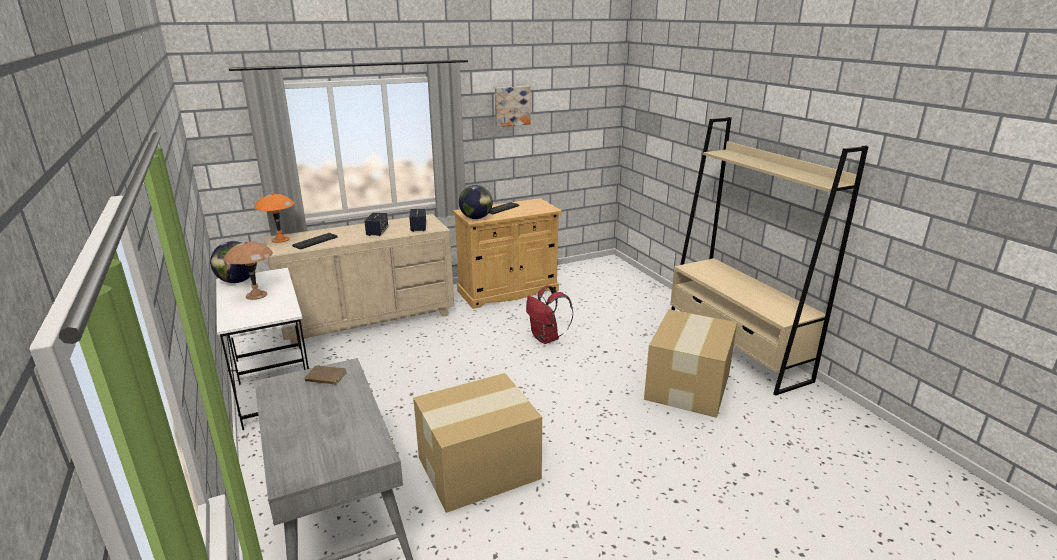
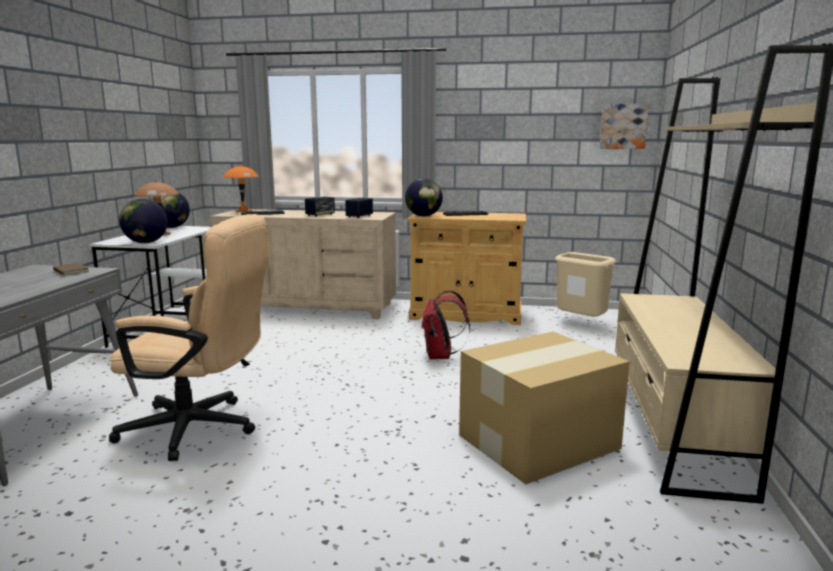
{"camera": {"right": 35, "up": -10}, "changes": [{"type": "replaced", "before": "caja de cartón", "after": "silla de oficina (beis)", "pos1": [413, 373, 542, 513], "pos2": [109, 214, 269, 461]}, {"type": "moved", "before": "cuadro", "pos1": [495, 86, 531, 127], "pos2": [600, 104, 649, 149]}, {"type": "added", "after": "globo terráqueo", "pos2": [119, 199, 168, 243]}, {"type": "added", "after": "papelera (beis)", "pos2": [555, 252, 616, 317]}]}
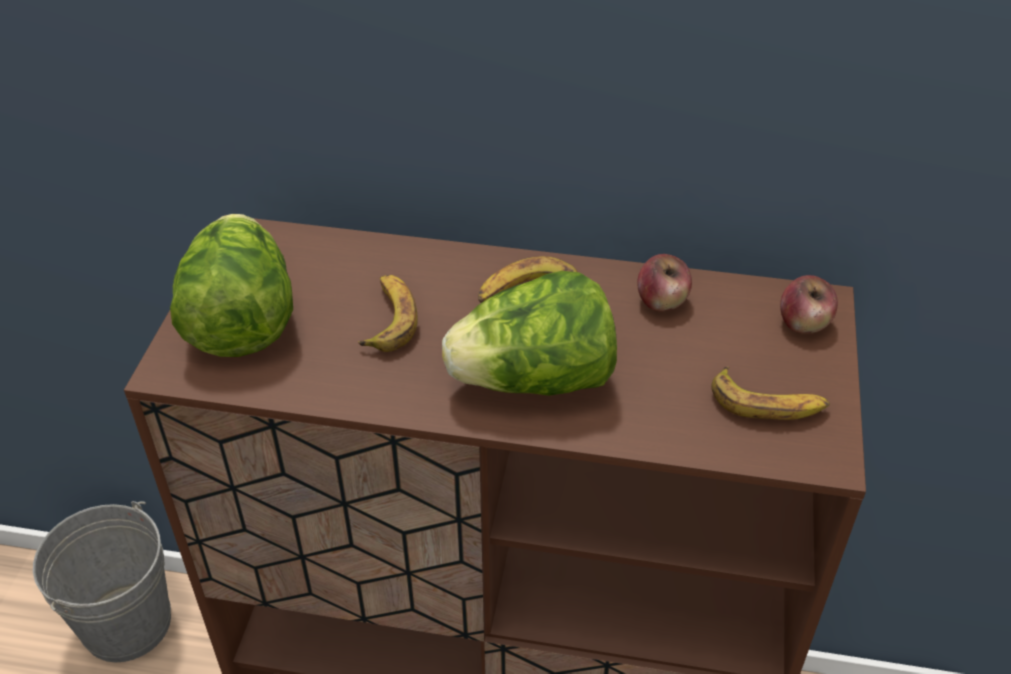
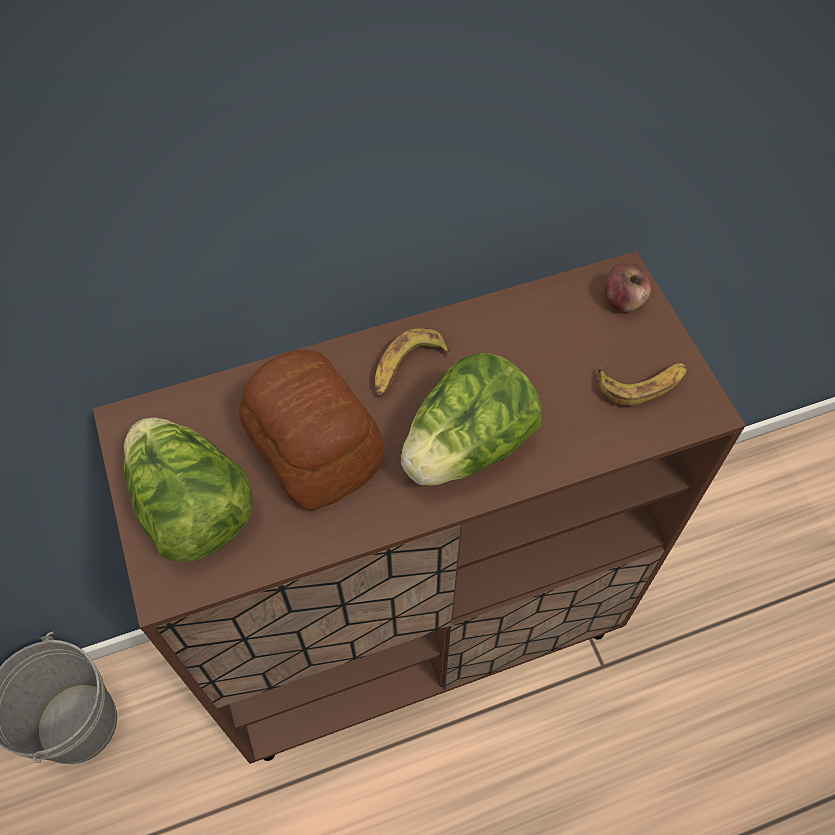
{"camera": {"right": -30, "up": 15}, "changes": [{"type": "replaced", "before": "plátano", "after": "pan", "pos1": [358, 275, 418, 352], "pos2": [239, 350, 384, 510]}, {"type": "removed", "before": "manzana", "pos1": [637, 254, 692, 312]}]}
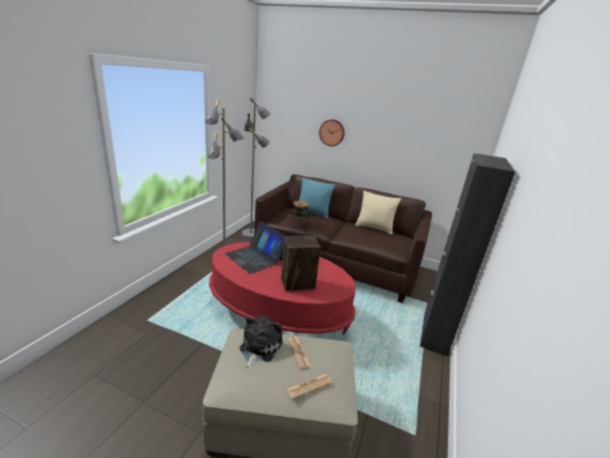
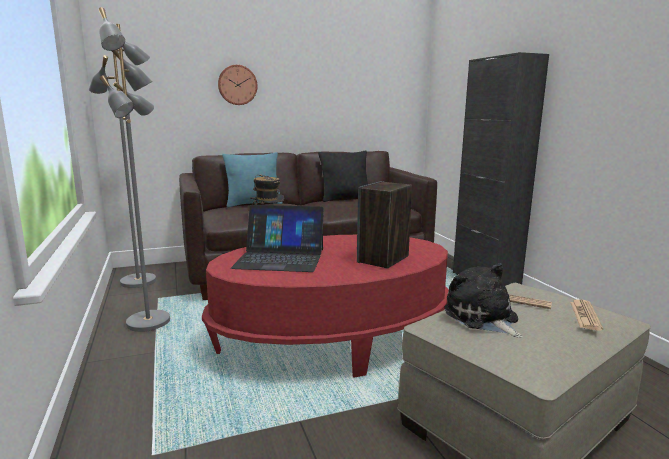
{"camera": {"right": -40, "up": -10}, "changes": [{"type": "recoloured", "before": "cojín (beis)", "after": "cojín (negro)", "pos1": [355, 191, 401, 234], "pos2": [318, 150, 368, 202]}]}
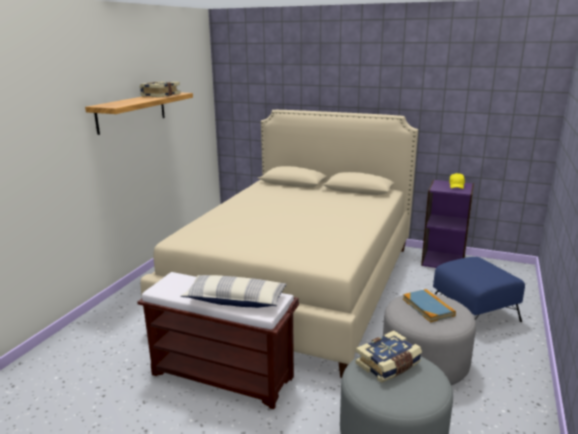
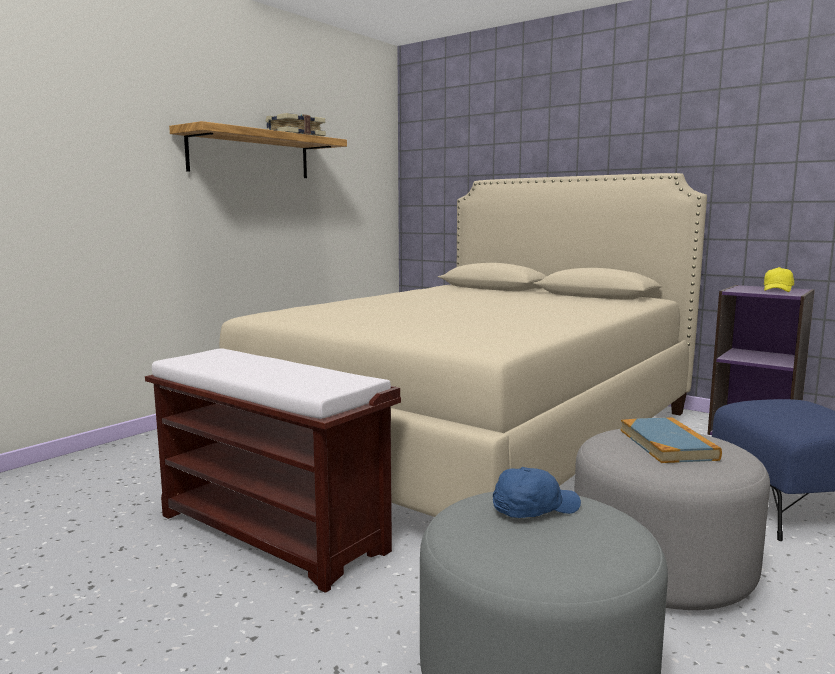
{"camera": {"right": 15, "up": -10}, "changes": [{"type": "removed", "before": "cojín", "pos1": [180, 275, 287, 308]}, {"type": "replaced", "before": "libro", "after": "gorra (azul)", "pos1": [355, 330, 422, 383], "pos2": [493, 467, 581, 518]}]}
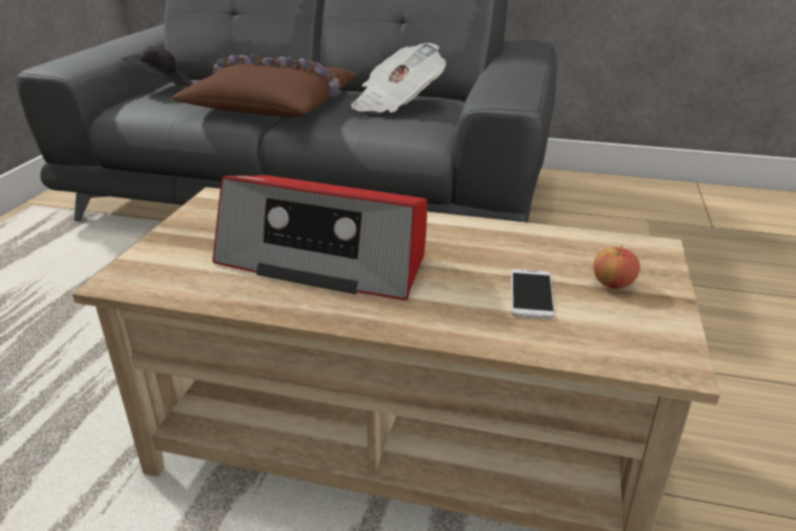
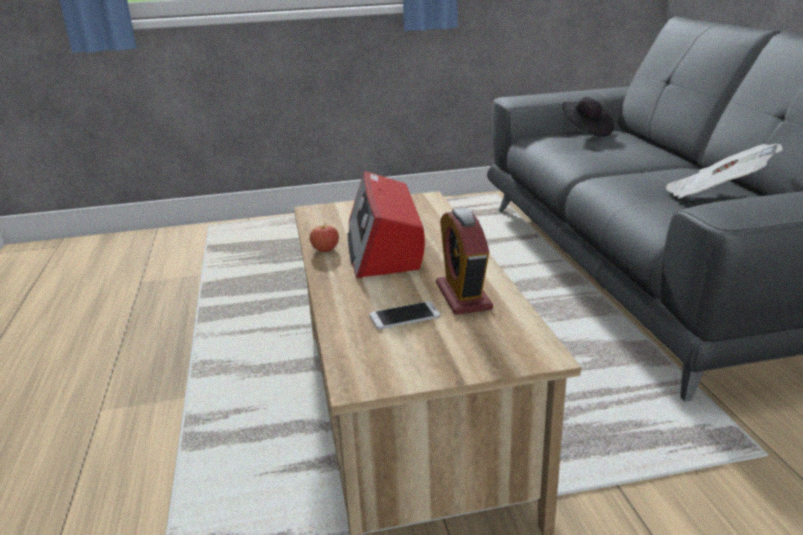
{"camera": {"right": 65, "up": -5}, "changes": [{"type": "removed", "before": "cojín (marrón)", "pos1": [171, 55, 358, 117]}, {"type": "moved", "before": "manzana", "pos1": [593, 245, 640, 289], "pos2": [310, 223, 339, 252]}, {"type": "added", "after": "despertador", "pos2": [436, 207, 493, 315]}]}
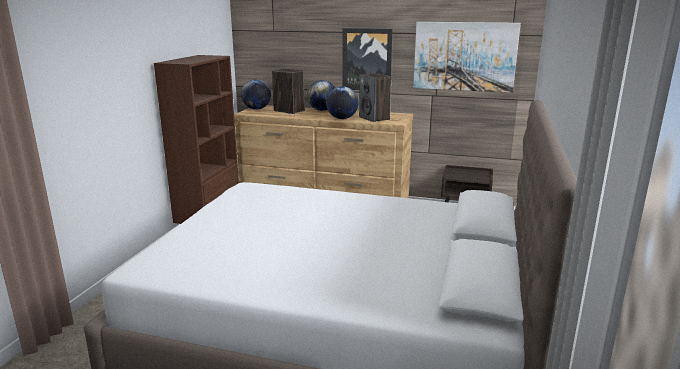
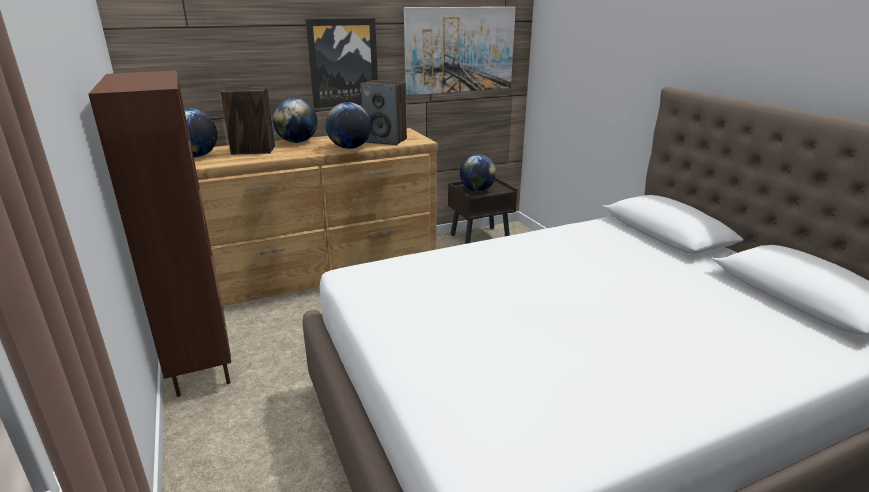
{"camera": {"right": -40, "up": 5}, "changes": [{"type": "added", "after": "globo terráqueo", "pos2": [460, 154, 497, 191]}]}
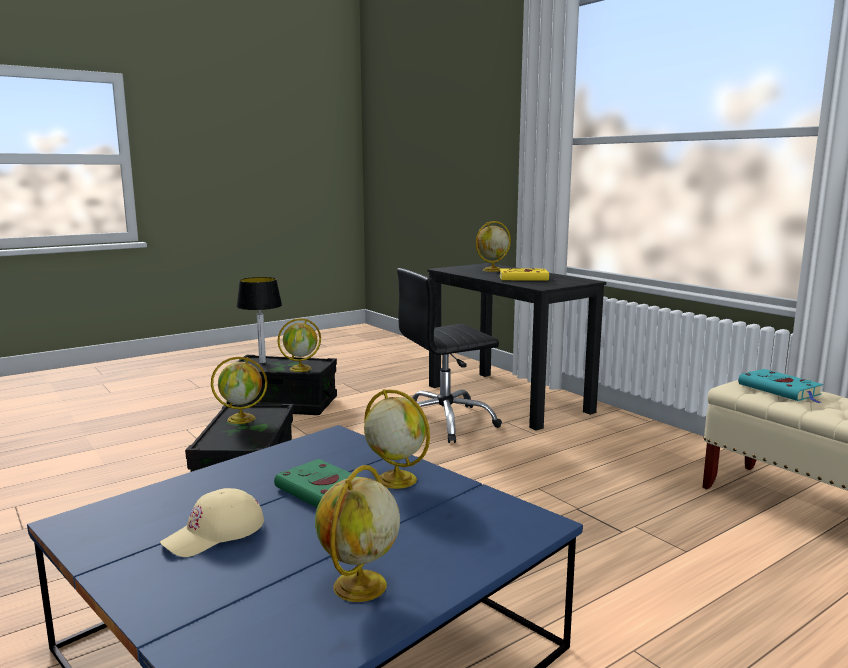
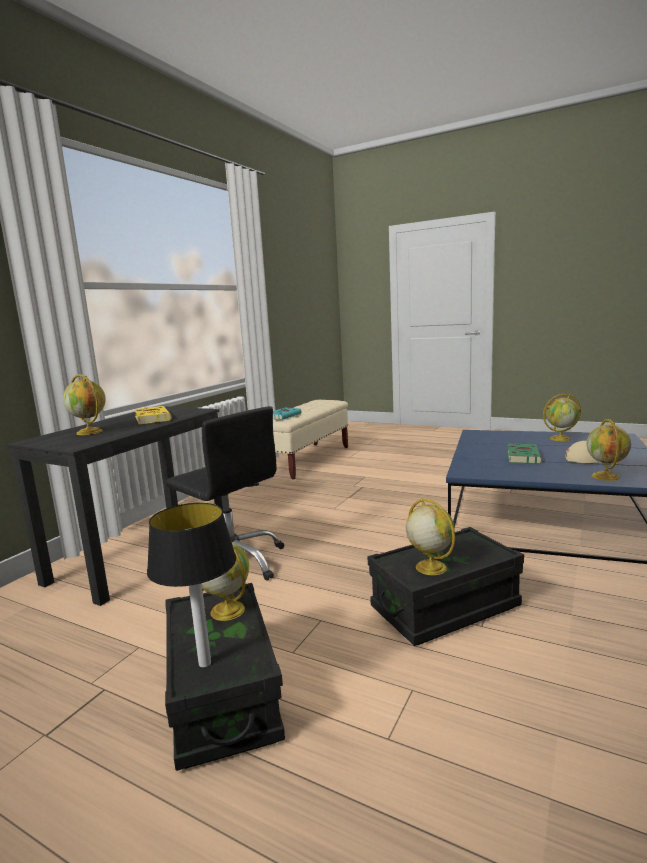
{"camera": {"right": -115, "up": 0}, "changes": [{"type": "moved", "before": "globo terráqueo", "pos1": [364, 389, 430, 489], "pos2": [587, 419, 631, 481]}]}
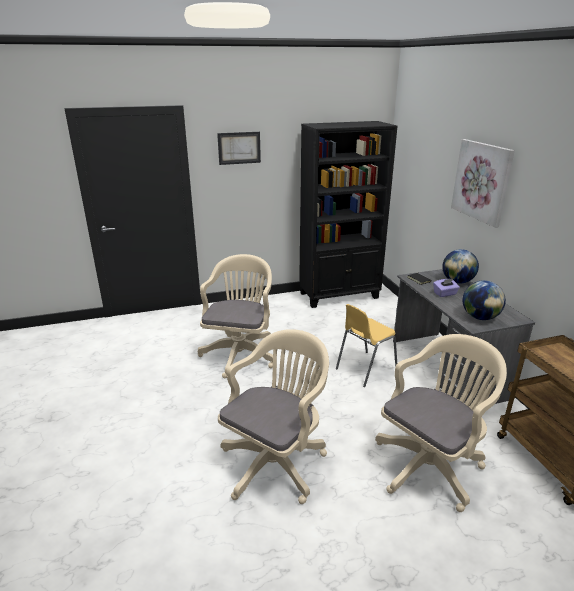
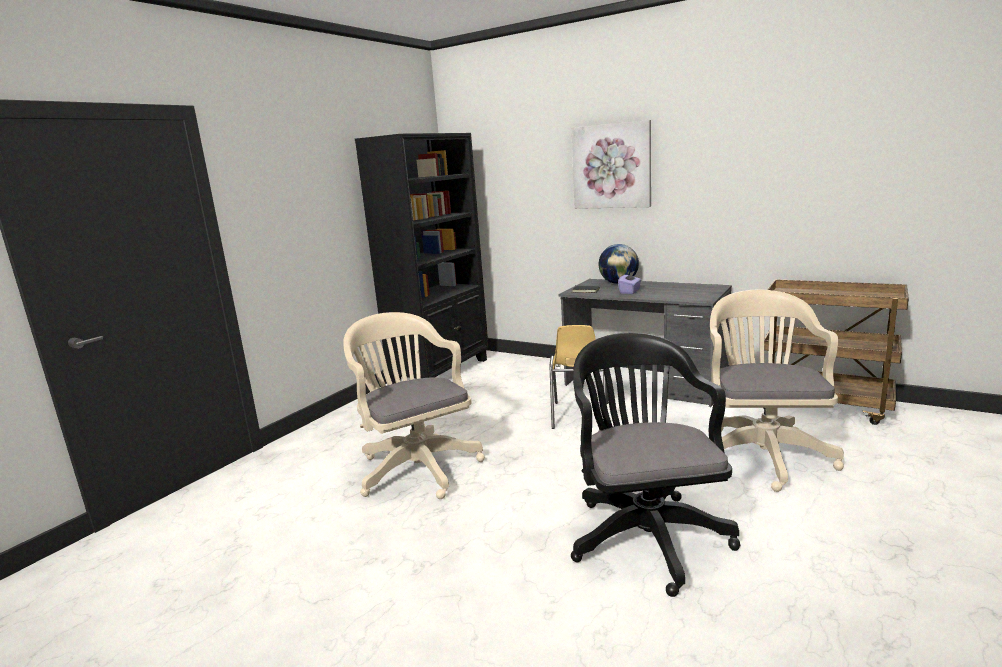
{"camera": {"right": -40, "up": -10}, "changes": [{"type": "removed", "before": "cuadro", "pos1": [217, 132, 261, 165]}, {"type": "recoloured", "before": "silla de oficina (beis)", "after": "silla de oficina (negro)", "pos1": [218, 329, 329, 504], "pos2": [571, 333, 740, 597]}, {"type": "removed", "before": "globo terráqueo", "pos1": [463, 280, 506, 320]}]}
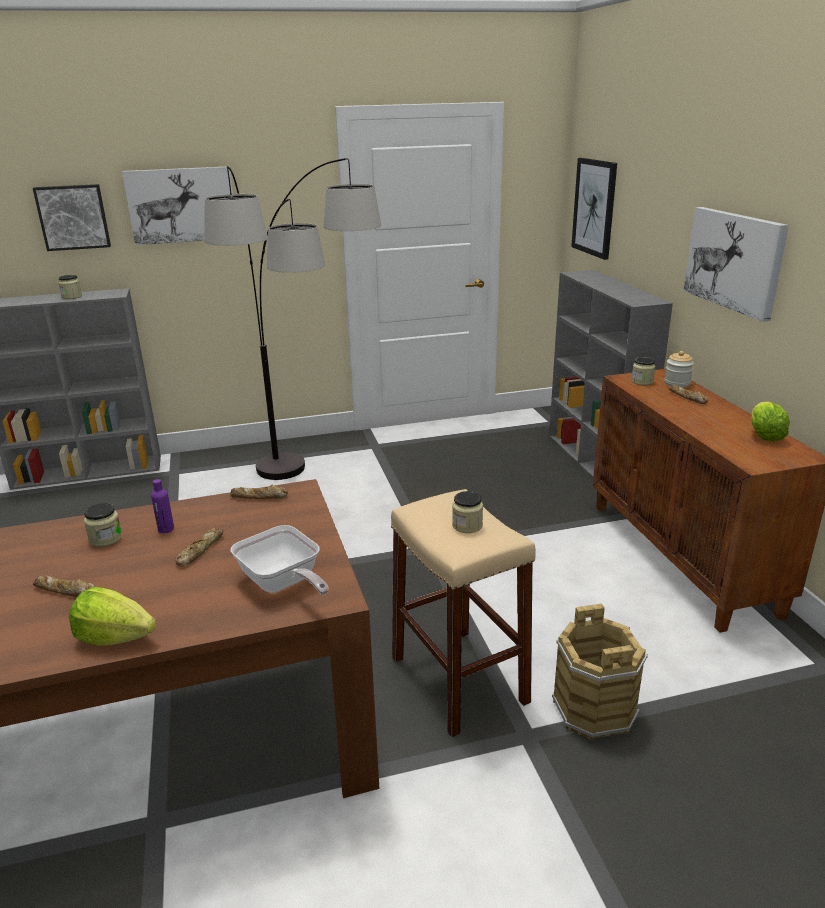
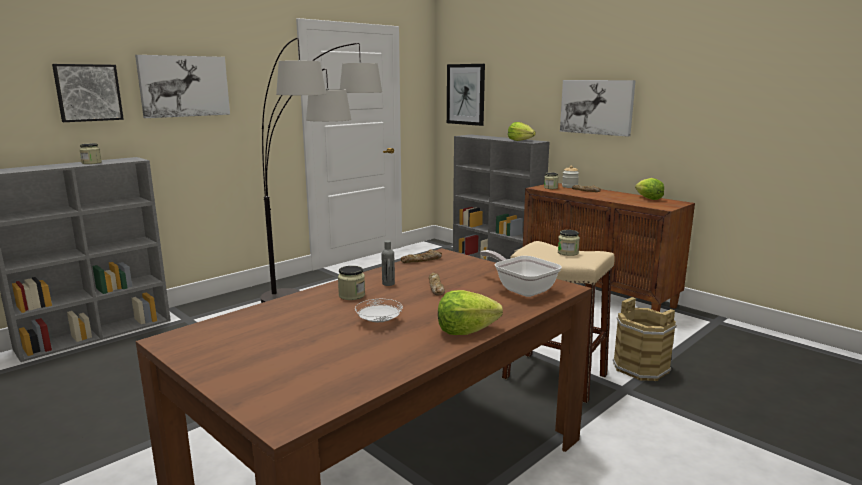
{"camera": {"right": -30, "up": -10}, "changes": [{"type": "replaced", "before": "pan", "after": "plato (blanco)", "pos1": [33, 575, 95, 597], "pos2": [355, 299, 403, 322]}, {"type": "recoloured", "before": "botella (morado)", "after": "botella (gris)", "pos1": [151, 479, 174, 533], "pos2": [382, 241, 395, 286]}, {"type": "turned", "before": "sartén", "pos1": [230, 525, 329, 595], "pos2": [480, 250, 562, 297], "turn": -150}, {"type": "added", "after": "lechuga", "pos2": [508, 122, 536, 141]}]}
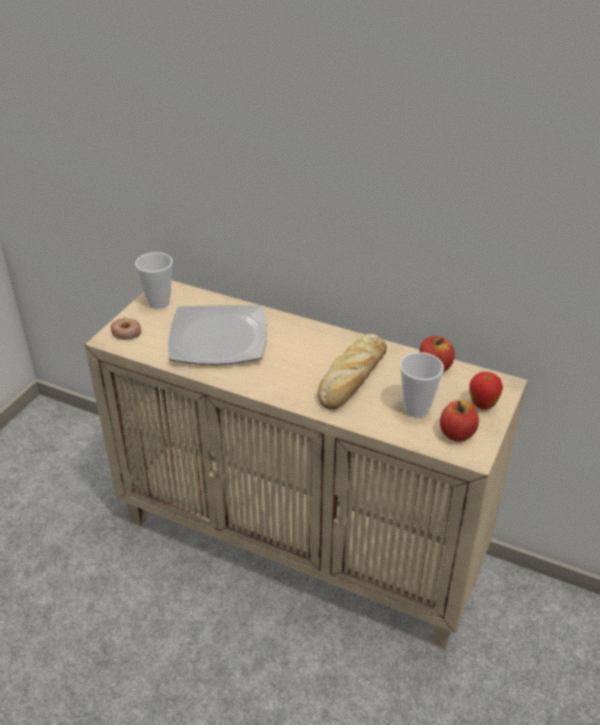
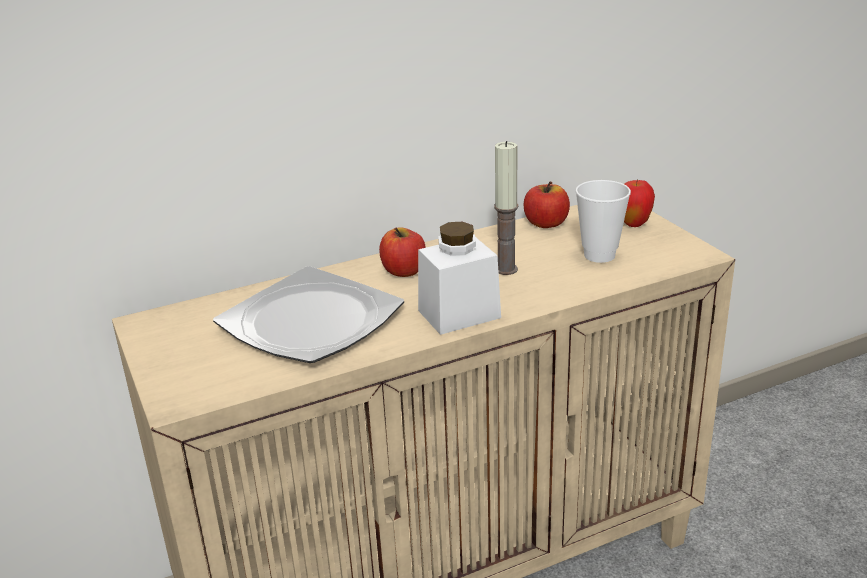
{"camera": {"right": -50, "up": -10}, "changes": [{"type": "removed", "before": "rosquilla", "pos1": [111, 318, 141, 340]}, {"type": "removed", "before": "taza", "pos1": [135, 252, 173, 309]}, {"type": "replaced", "before": "pan", "after": "vela", "pos1": [318, 333, 387, 409], "pos2": [494, 141, 519, 275]}, {"type": "moved", "before": "manzana", "pos1": [440, 400, 479, 442], "pos2": [379, 228, 426, 277]}, {"type": "added", "after": "tarro (blanco)", "pos2": [418, 222, 501, 335]}]}
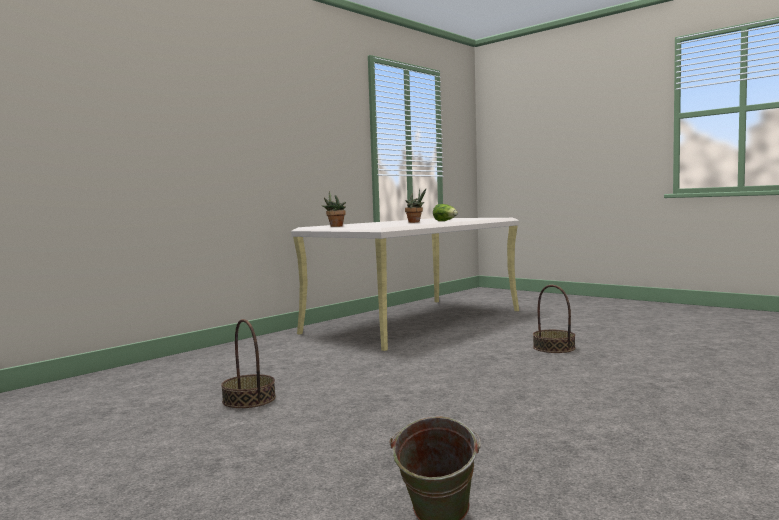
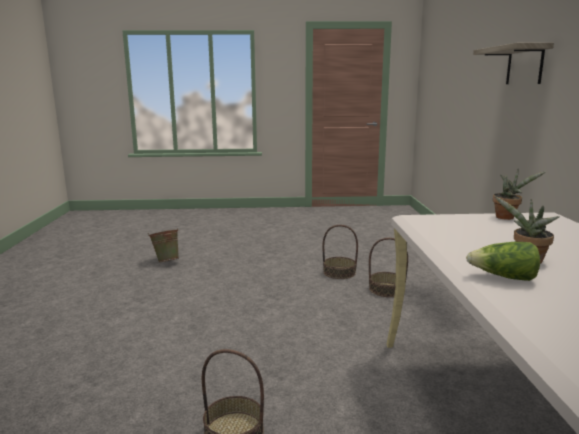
{"camera": {"right": 135, "up": 10}, "changes": [{"type": "added", "after": "cesta", "pos2": [369, 238, 408, 297]}, {"type": "added", "after": "estante", "pos2": [473, 43, 554, 84]}]}
